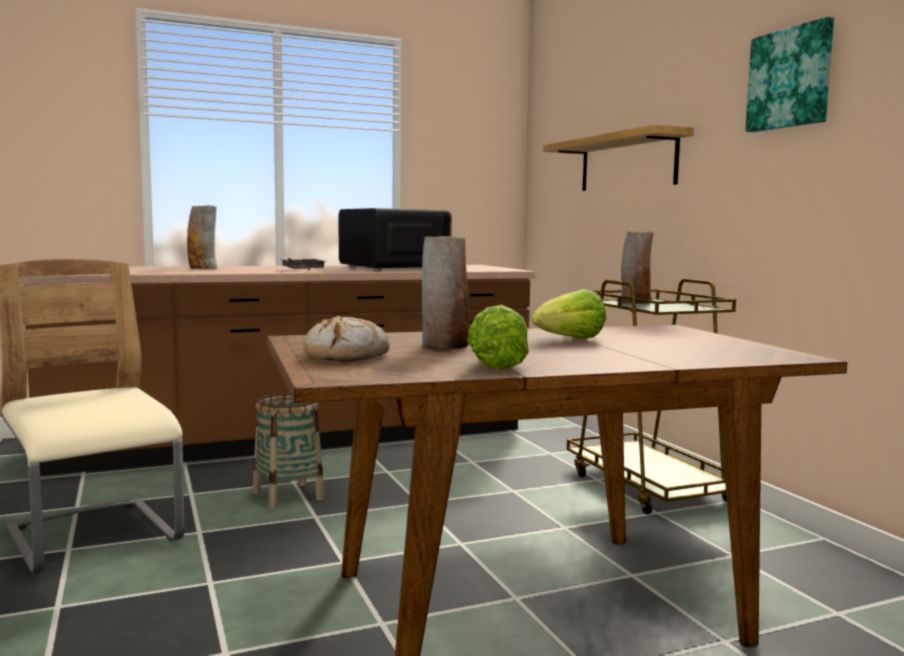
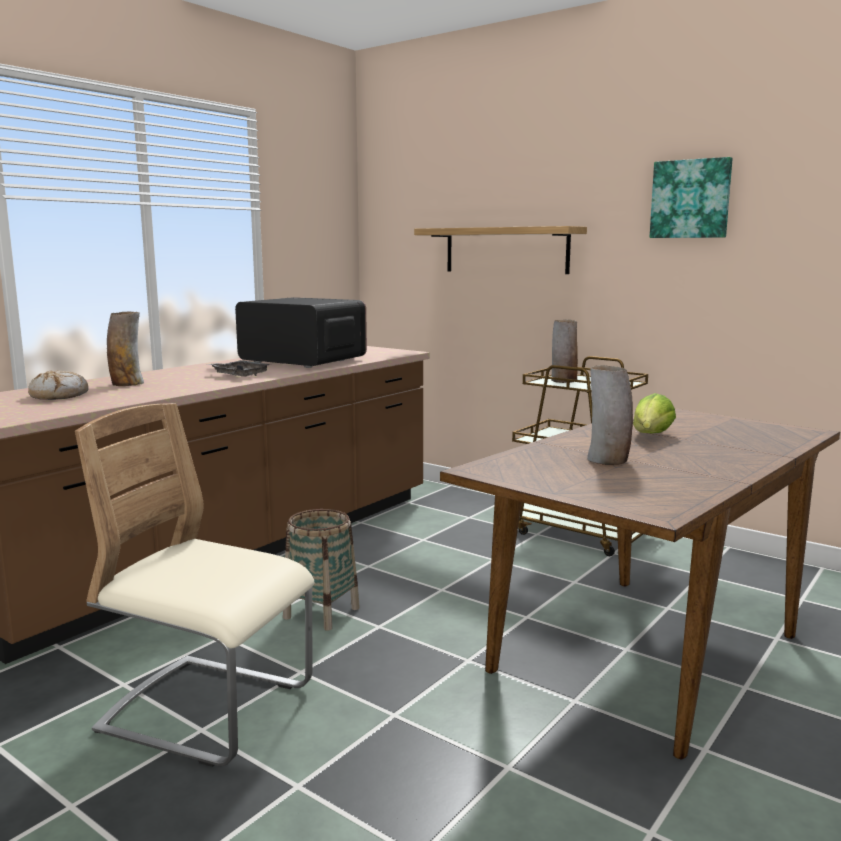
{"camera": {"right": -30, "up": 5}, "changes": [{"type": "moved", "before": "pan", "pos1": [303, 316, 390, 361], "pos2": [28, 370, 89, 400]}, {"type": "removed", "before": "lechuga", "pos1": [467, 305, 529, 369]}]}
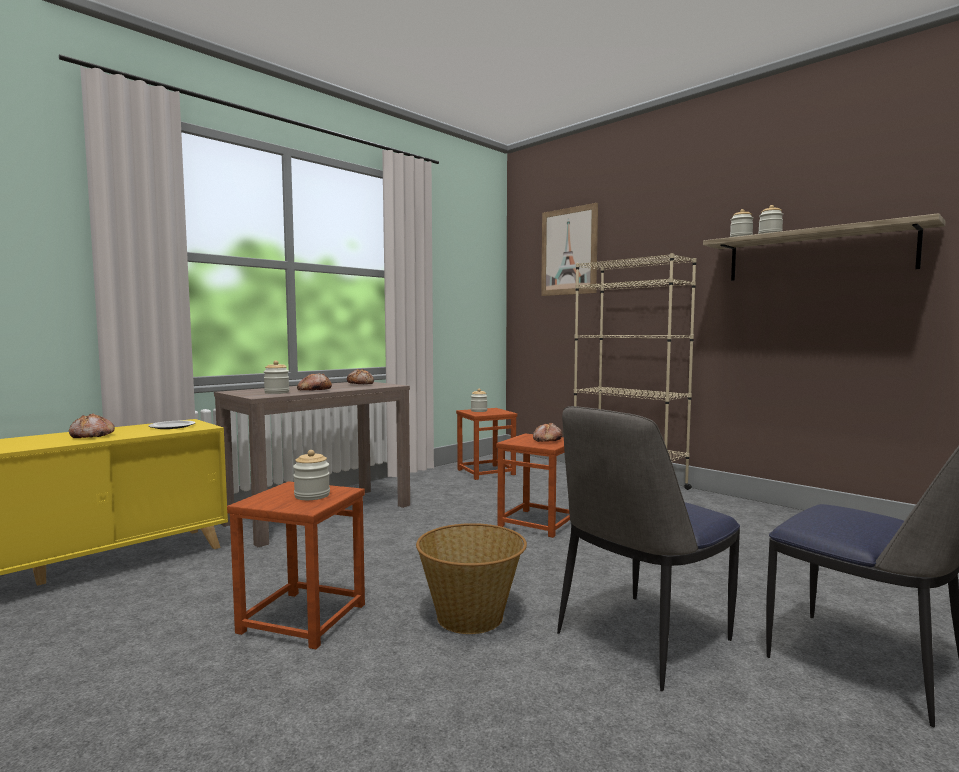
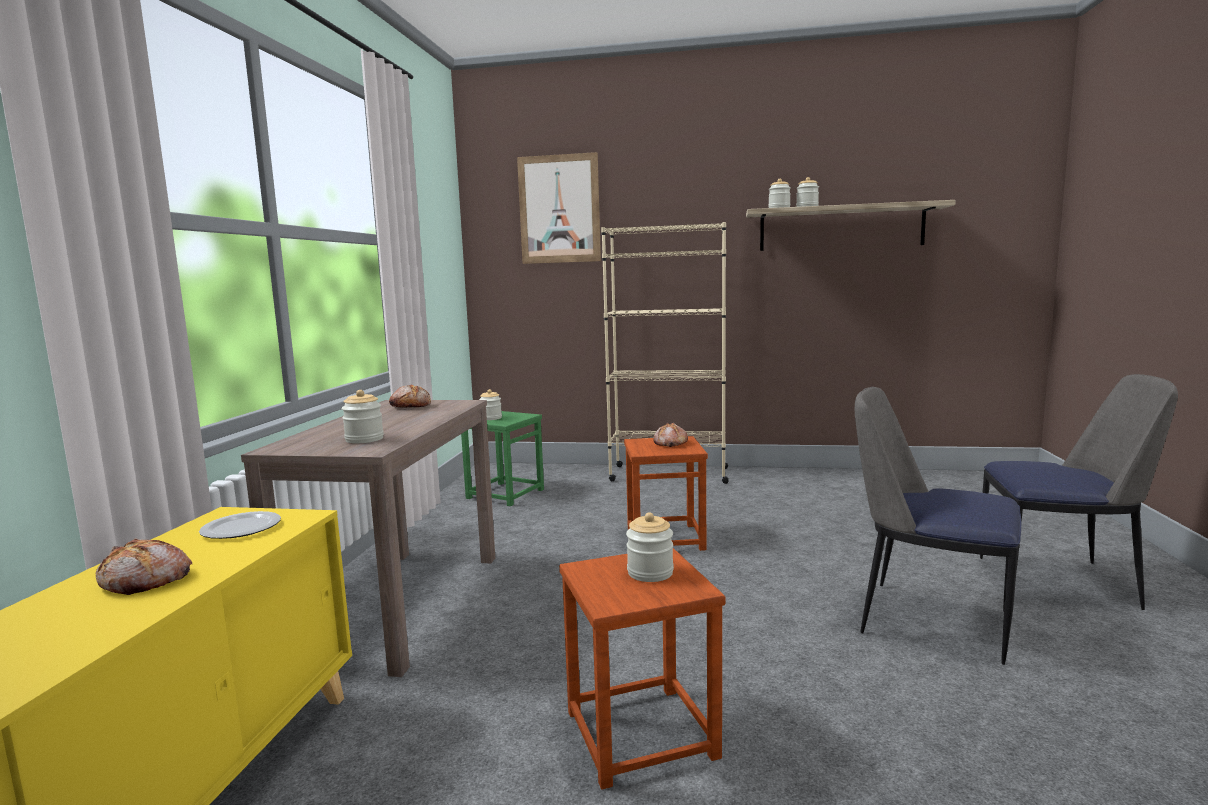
{"camera": {"right": -35, "up": 5}, "changes": [{"type": "removed", "before": "pan", "pos1": [297, 373, 332, 391]}, {"type": "removed", "before": "cesta", "pos1": [416, 523, 527, 634]}, {"type": "recoloured", "before": "taburete (marrón)", "after": "taburete (verde)", "pos1": [456, 408, 517, 480], "pos2": [461, 411, 544, 506]}, {"type": "turned", "before": "silla", "pos1": [557, 406, 740, 691], "pos2": [855, 387, 1021, 665], "turn": 105}]}
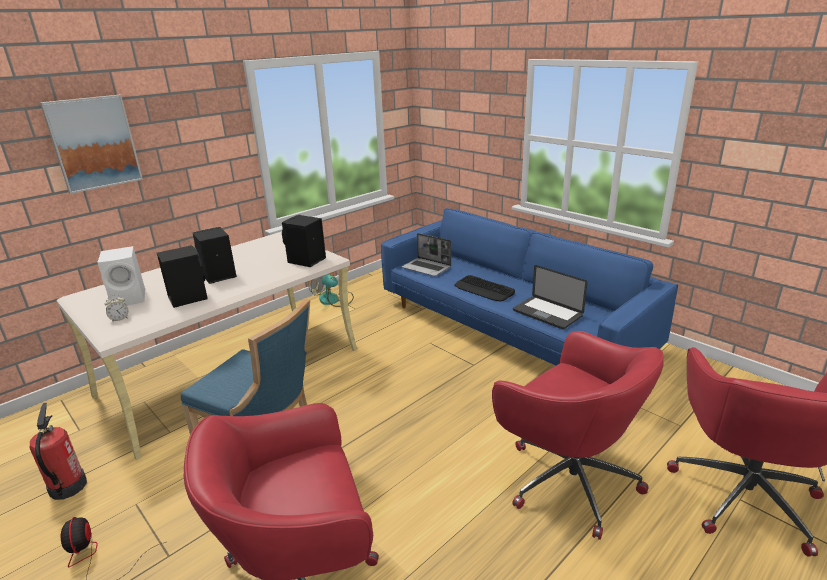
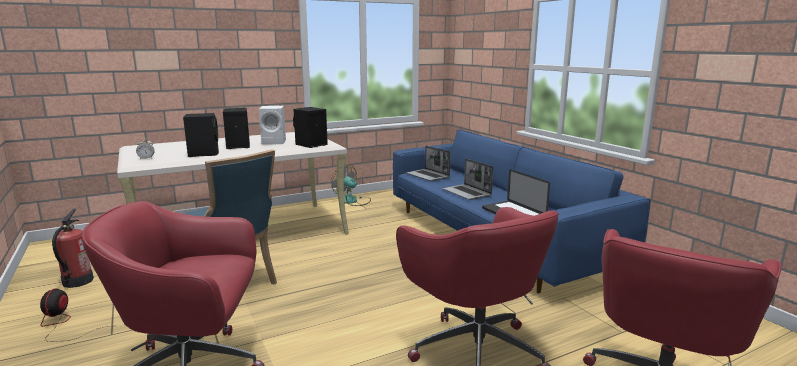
{"camera": {"right": 15, "up": -10}, "changes": [{"type": "removed", "before": "cuadro", "pos1": [40, 95, 143, 194]}, {"type": "moved", "before": "altavoz (blanco)", "pos1": [97, 246, 145, 306], "pos2": [259, 106, 286, 145]}, {"type": "replaced", "before": "teclado", "after": "portátil", "pos1": [454, 275, 515, 302], "pos2": [443, 158, 493, 200]}]}
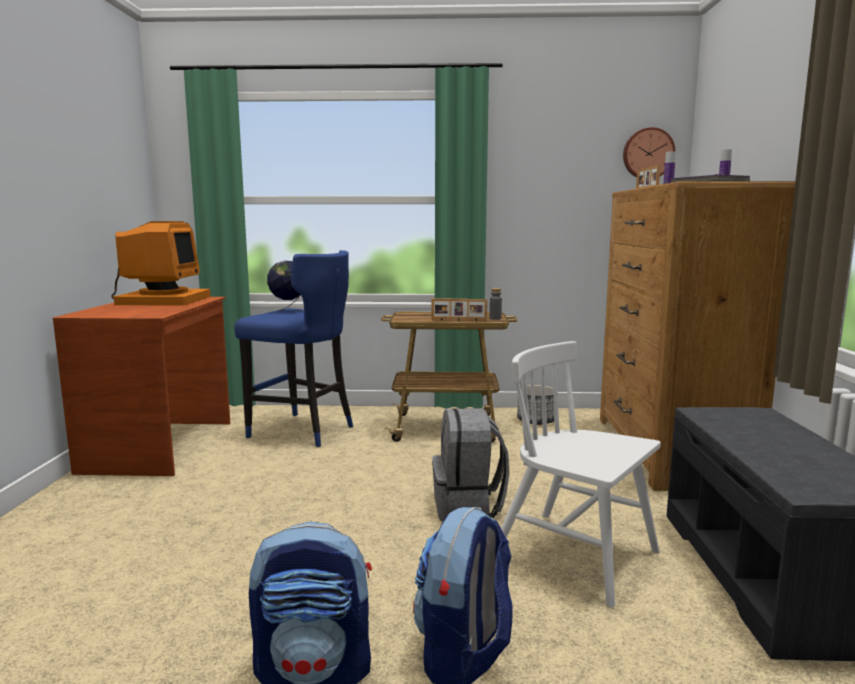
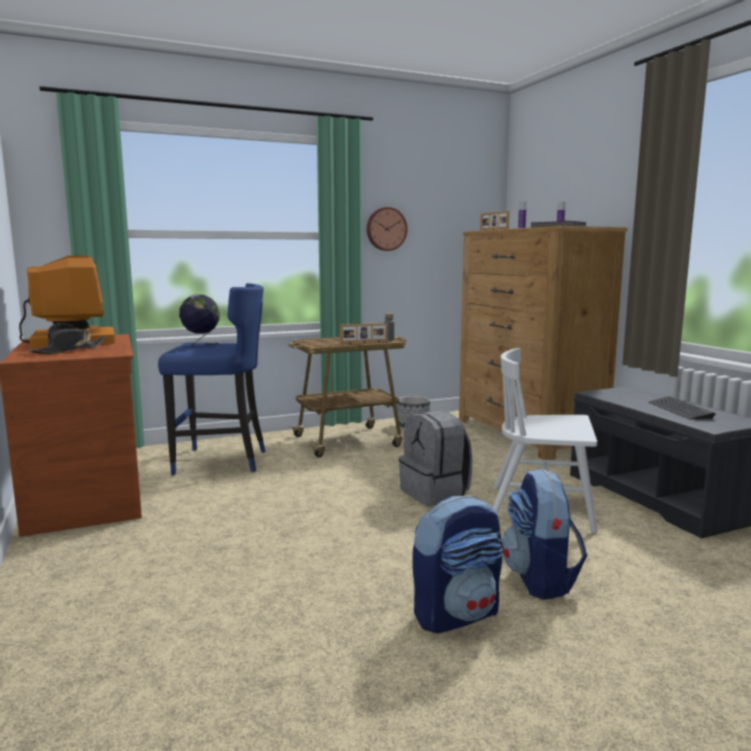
{"camera": {"right": -25, "up": 0}, "changes": [{"type": "moved", "before": "reloj de pared", "pos1": [623, 127, 675, 178], "pos2": [367, 207, 407, 251]}, {"type": "added", "after": "sombrero (negro)", "pos2": [29, 323, 106, 354]}, {"type": "added", "after": "teclado", "pos2": [648, 396, 716, 419]}]}
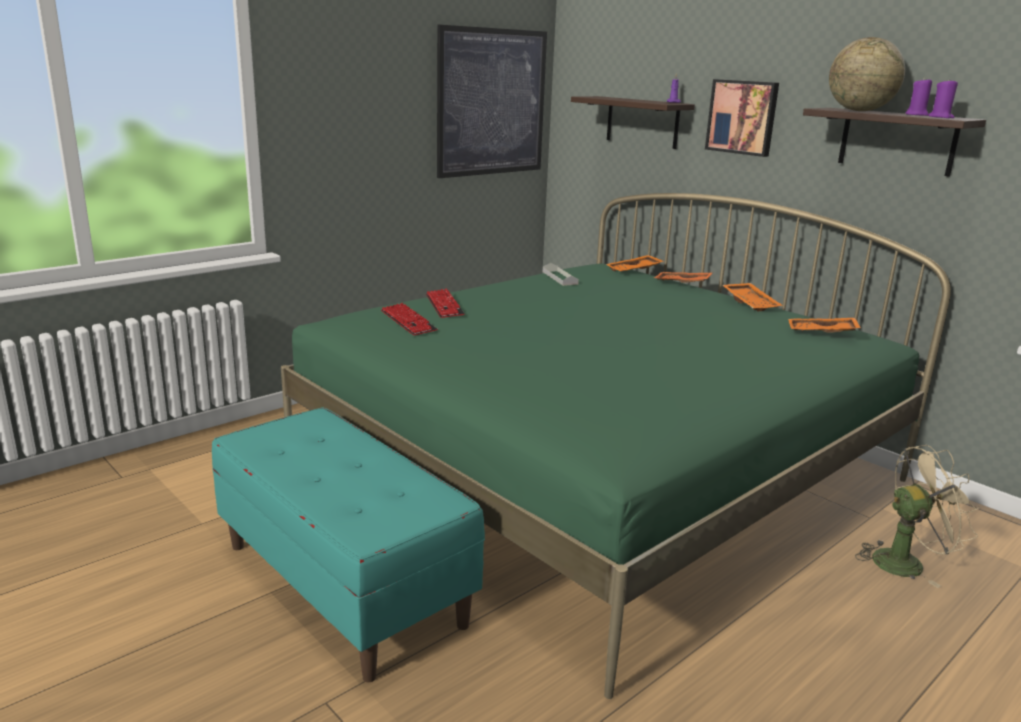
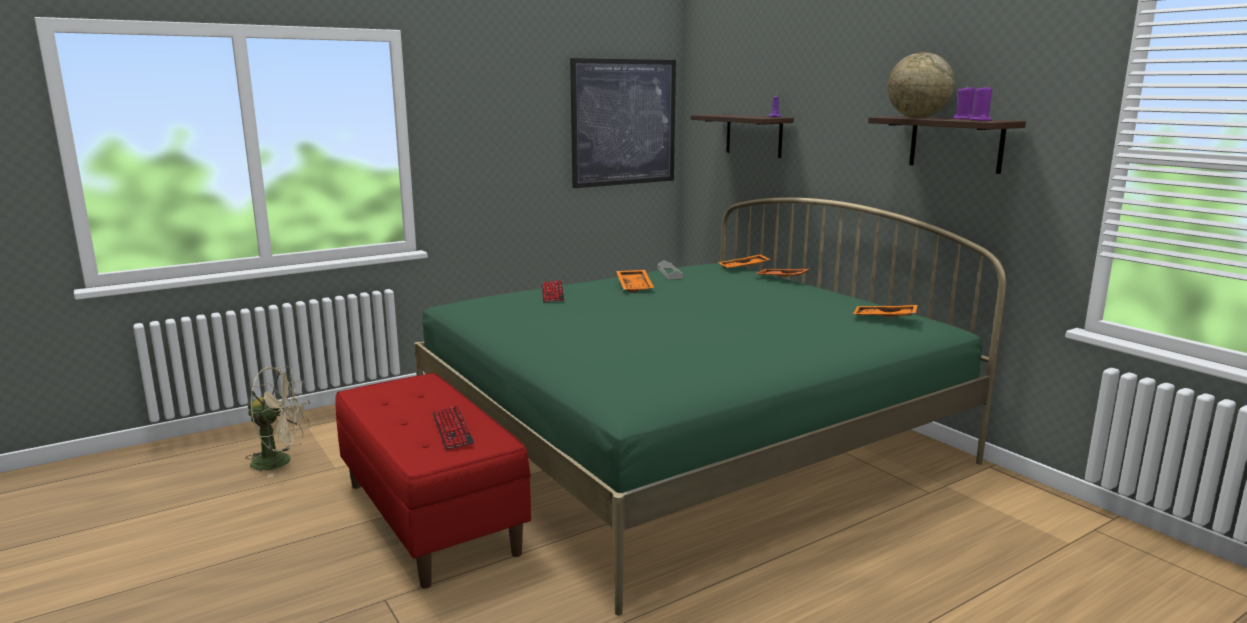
{"camera": {"right": 10, "up": -5}, "changes": [{"type": "recoloured", "before": "banco (turquesa)", "after": "banco (rojo)", "pos1": [212, 407, 485, 682], "pos2": [335, 373, 531, 589]}, {"type": "moved", "before": "teclado", "pos1": [381, 303, 438, 336], "pos2": [432, 405, 474, 451]}, {"type": "removed", "before": "cuadro", "pos1": [705, 79, 779, 157]}, {"type": "moved", "before": "bandeja (naranja)", "pos1": [723, 283, 783, 311], "pos2": [616, 270, 654, 293]}, {"type": "moved", "before": "ventilador (beis)", "pos1": [855, 445, 980, 588], "pos2": [245, 367, 310, 478]}]}
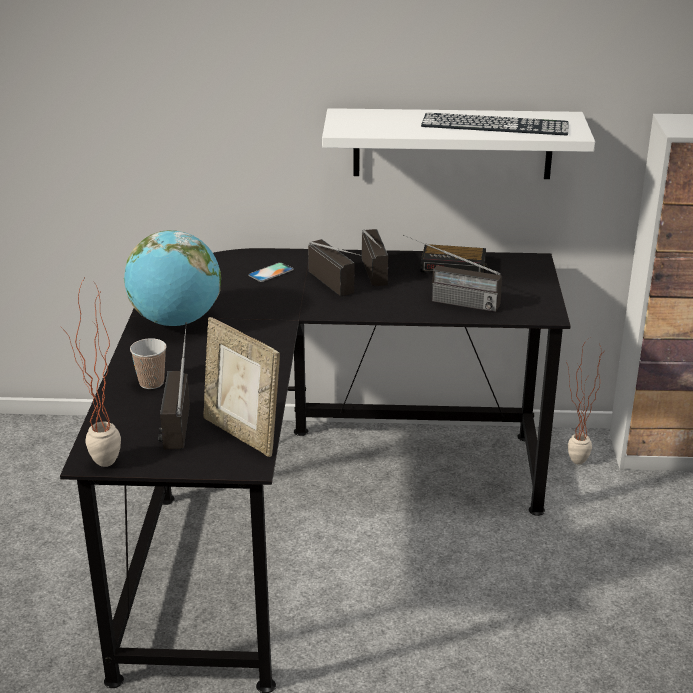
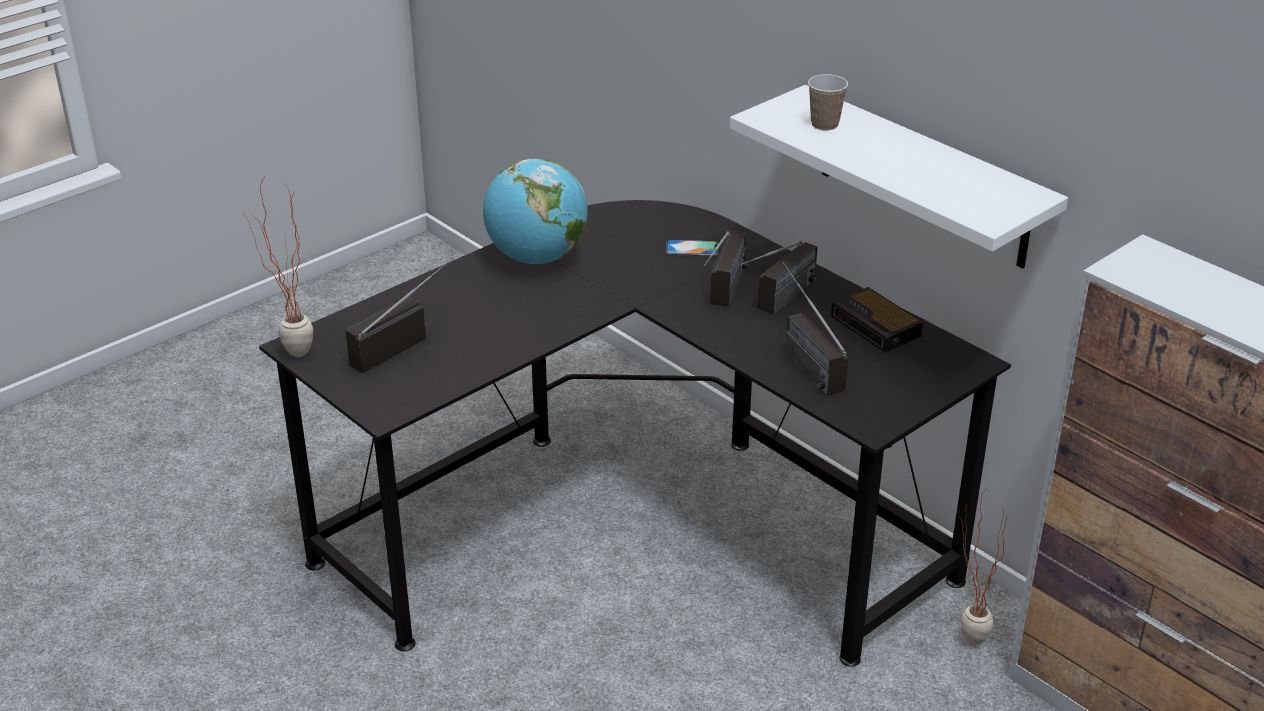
{"camera": {"right": 45, "up": 5}, "changes": [{"type": "moved", "before": "taza", "pos1": [130, 338, 167, 389], "pos2": [808, 74, 848, 131]}, {"type": "removed", "before": "portarretratos", "pos1": [203, 317, 280, 457]}, {"type": "removed", "before": "teclado", "pos1": [421, 112, 569, 135]}]}
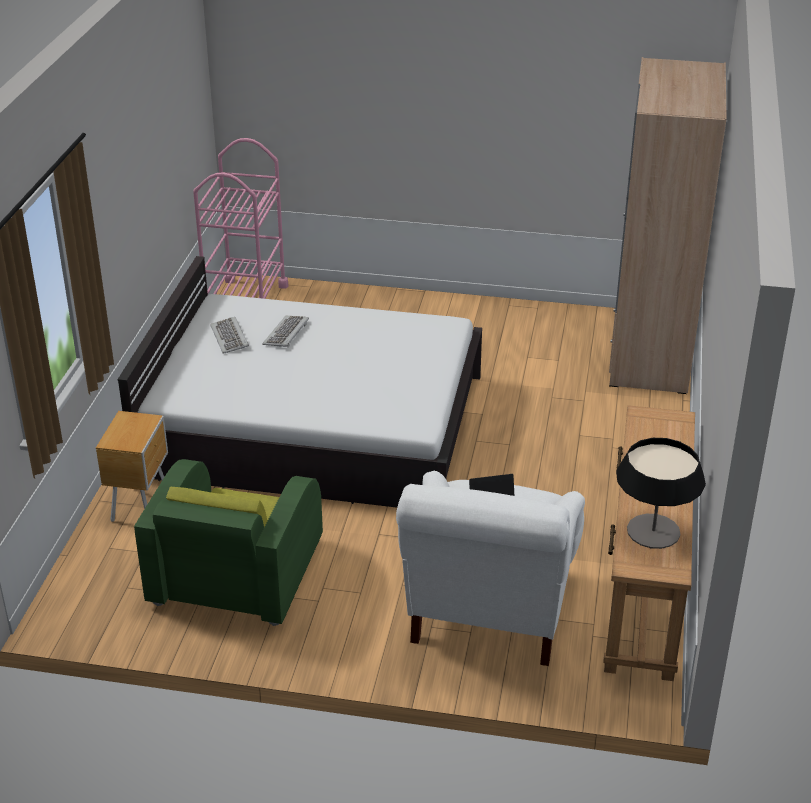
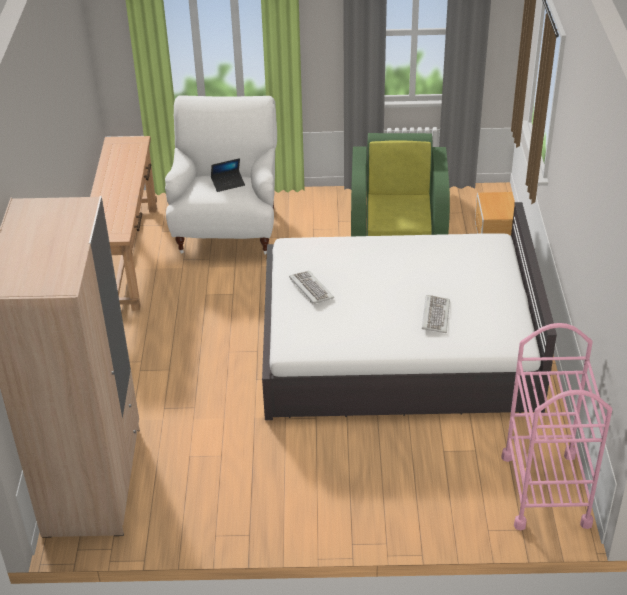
{"camera": {"right": 170, "up": 5}, "changes": [{"type": "moved", "before": "teclado", "pos1": [210, 317, 249, 354], "pos2": [289, 271, 334, 304]}, {"type": "removed", "before": "lámpara de mesa", "pos1": [616, 438, 706, 549]}]}
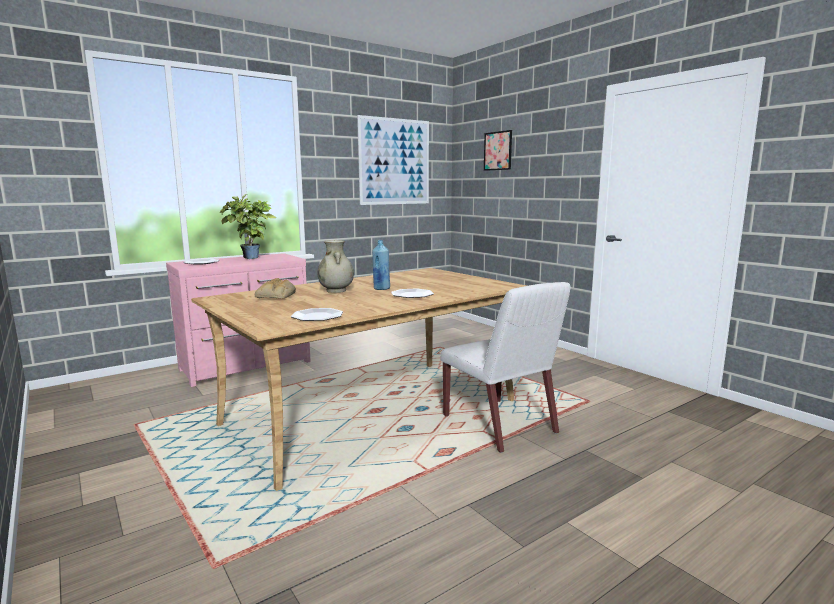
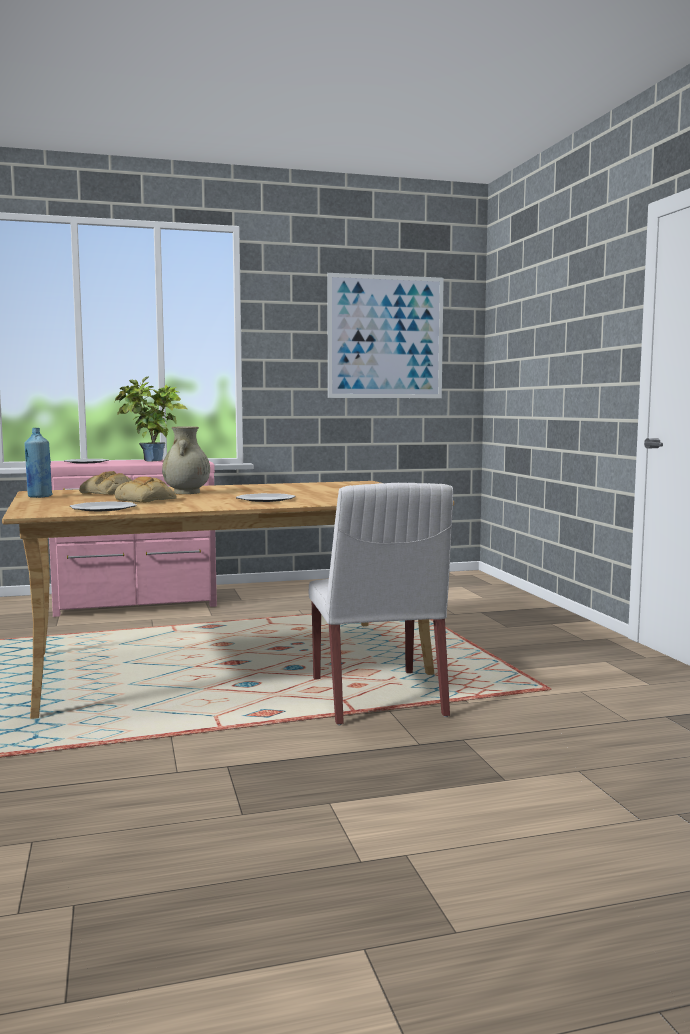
{"camera": {"right": 20, "up": -5}, "changes": [{"type": "moved", "before": "botella (azul)", "pos1": [372, 240, 390, 290], "pos2": [24, 428, 53, 498]}, {"type": "removed", "before": "cuadro", "pos1": [484, 130, 512, 171]}, {"type": "added", "after": "pan", "pos2": [115, 476, 177, 503]}]}
